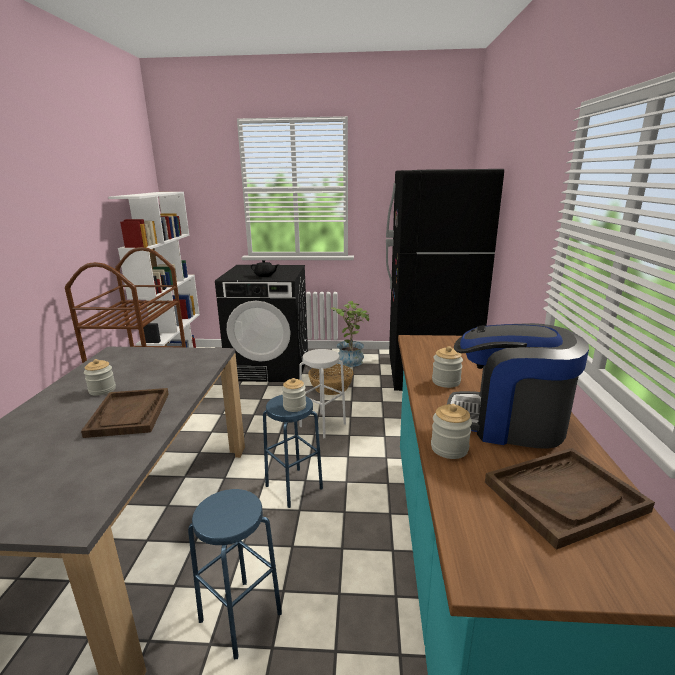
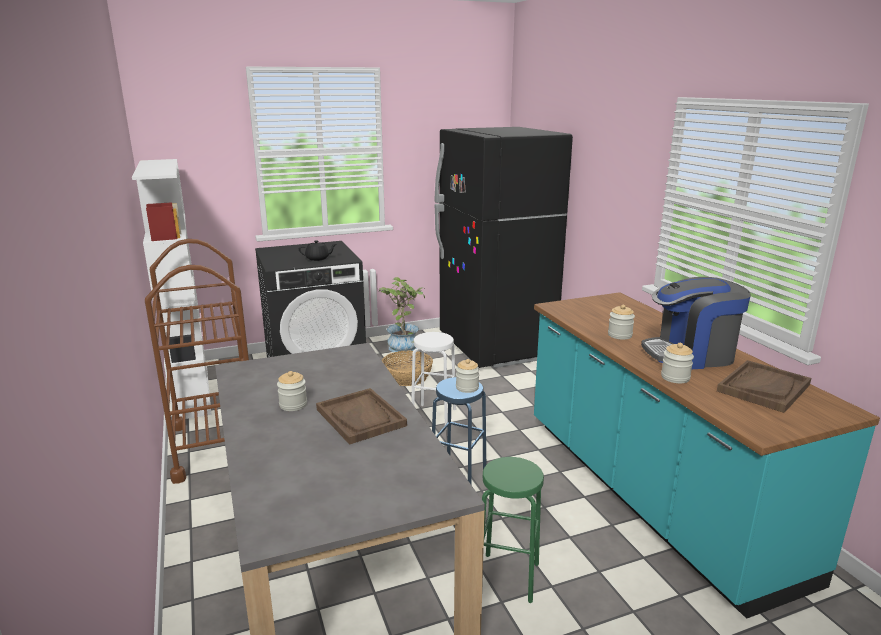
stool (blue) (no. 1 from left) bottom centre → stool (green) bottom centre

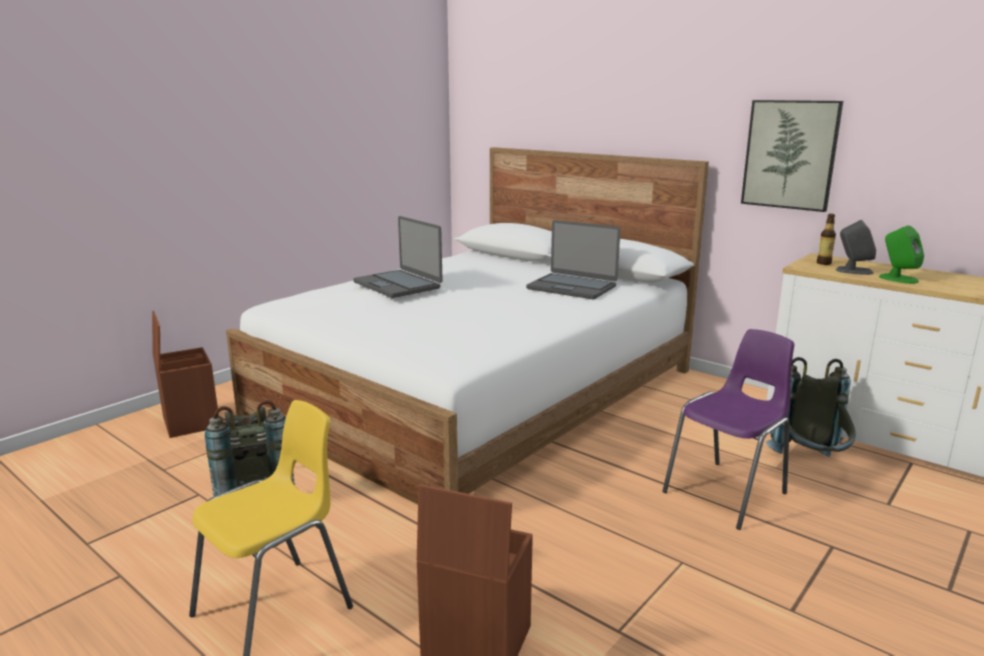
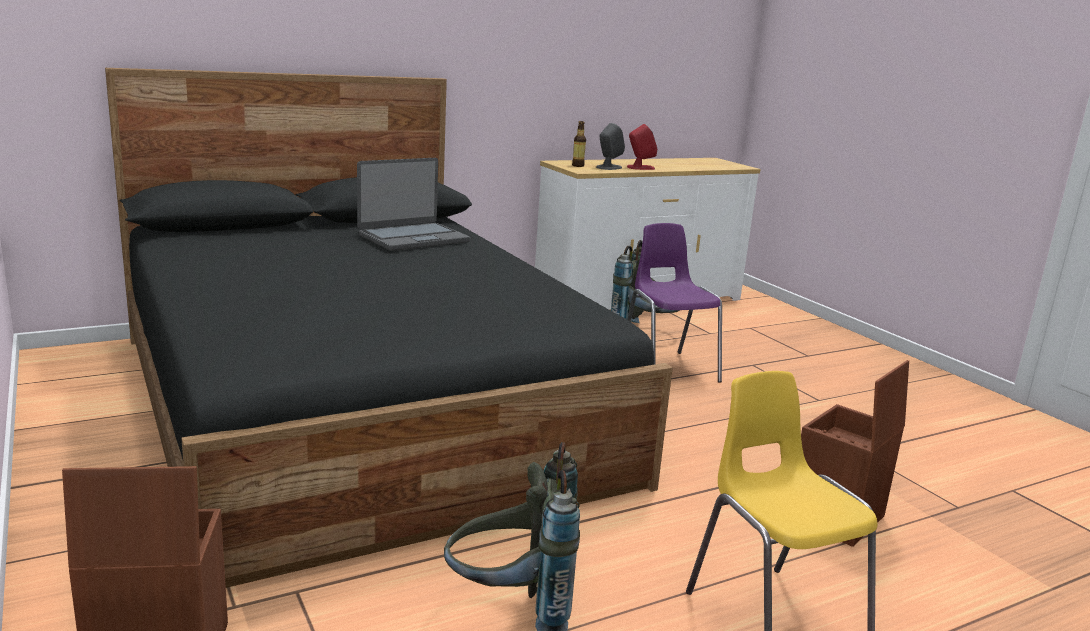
picture top right → -
bed (white) centre → bed (black) centre
laptop (no. 1 from left) centre → -
speaker (green) middle right → speaker (red) top centre

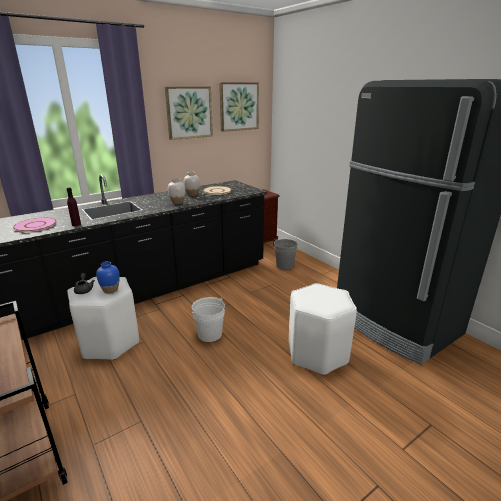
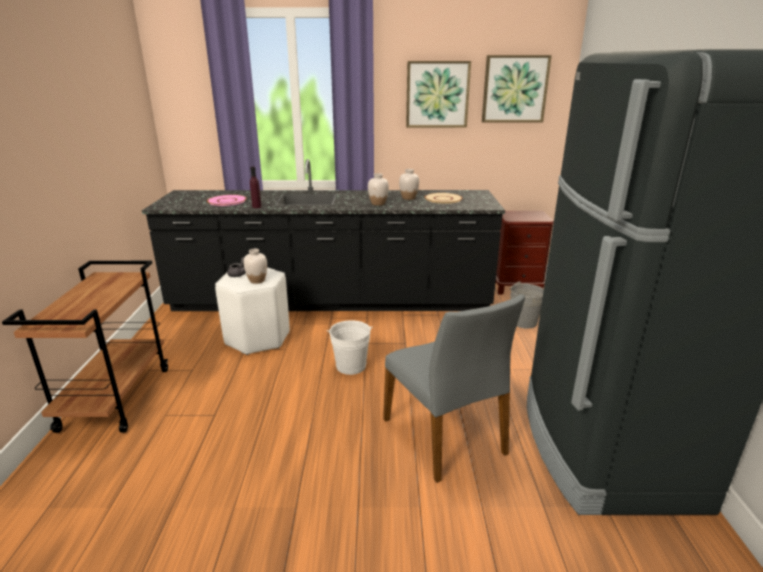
vase (blue) middle left → vase (white) (no. 1 from left) centre
stool (white) (no. 2 from left) centre → chair (grey) bottom centre

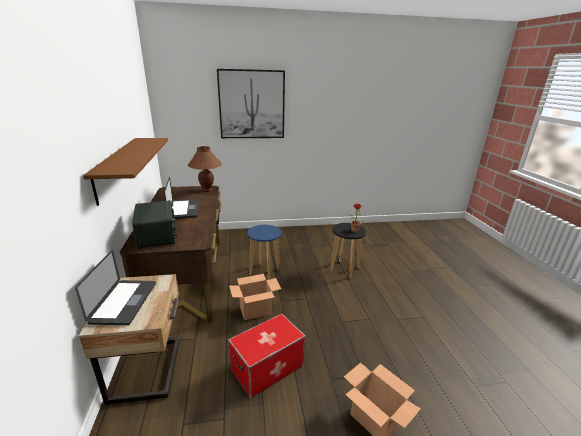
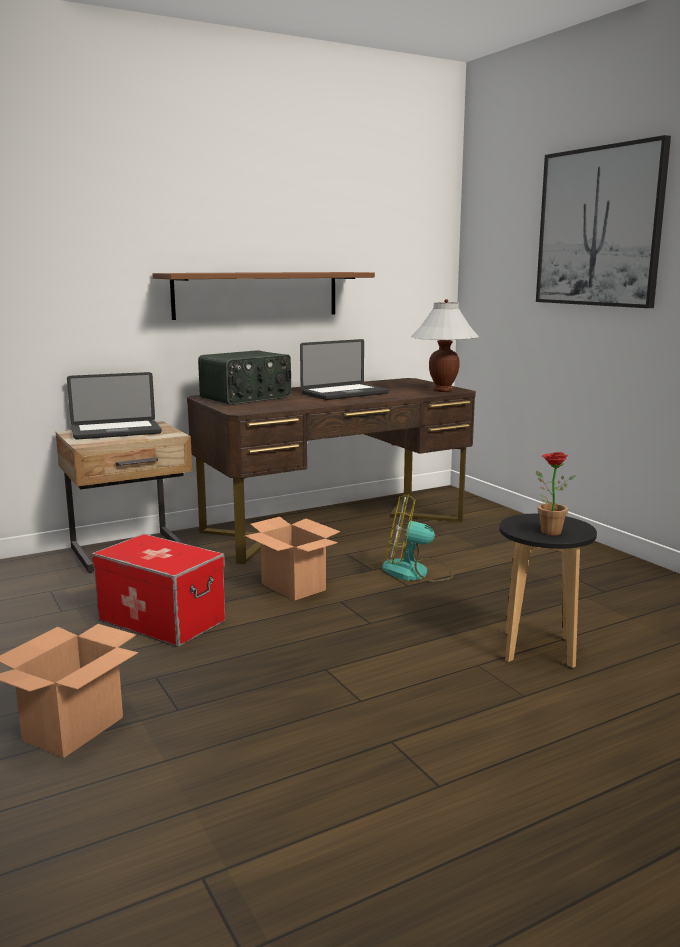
table lamp (brown) centre → table lamp (white) centre
stool (blue) centre → fan centre

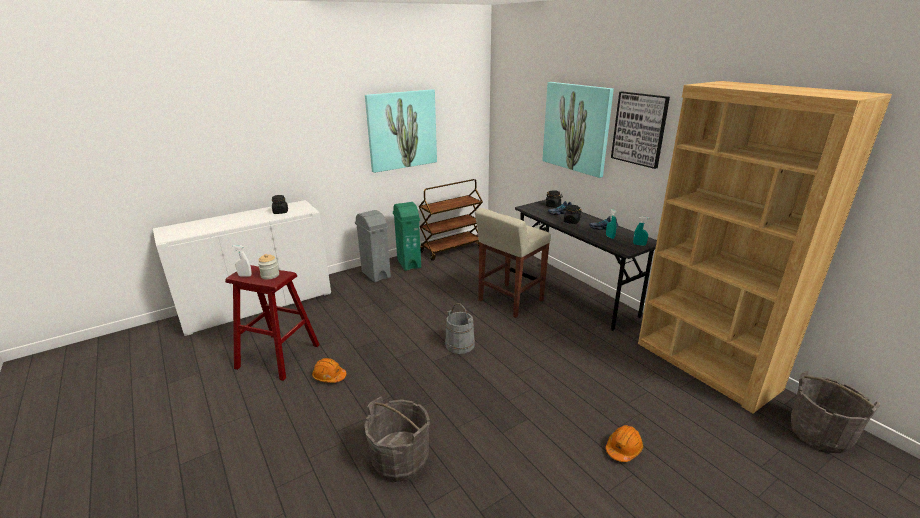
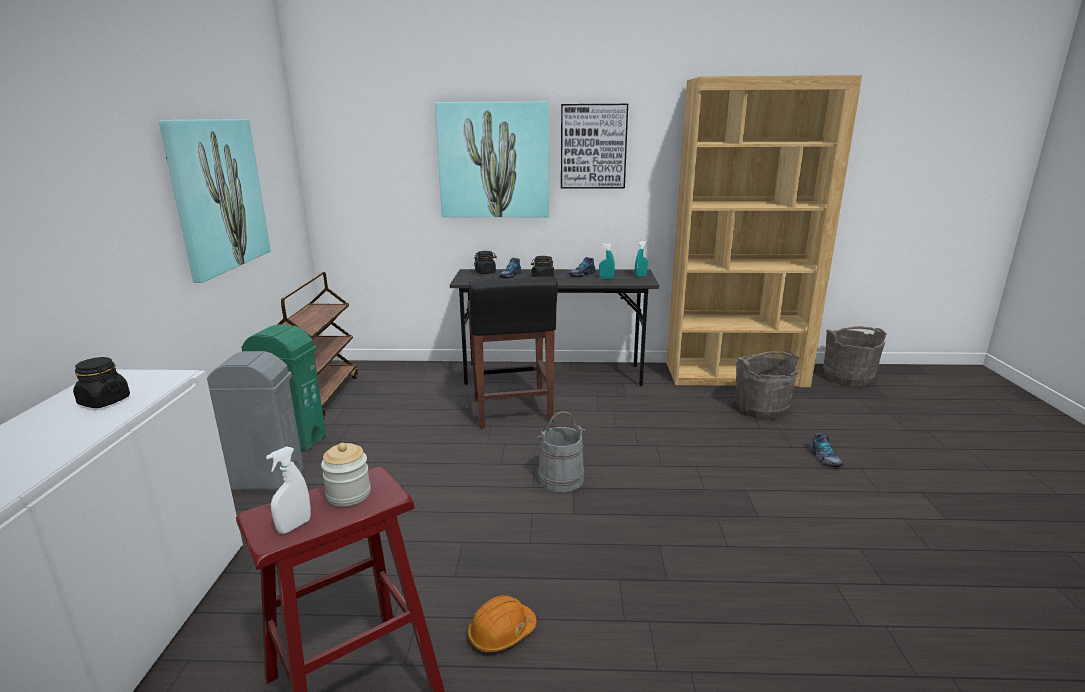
stool (beige) centre → stool (black) centre
bucket (grey) (no. 1 from left in the first image) bottom centre → bucket (grey) (no. 2 from left) middle right, relocated
hard hat (orange) (no. 2 from left) bottom right → shoe (no. 3 from left) middle right

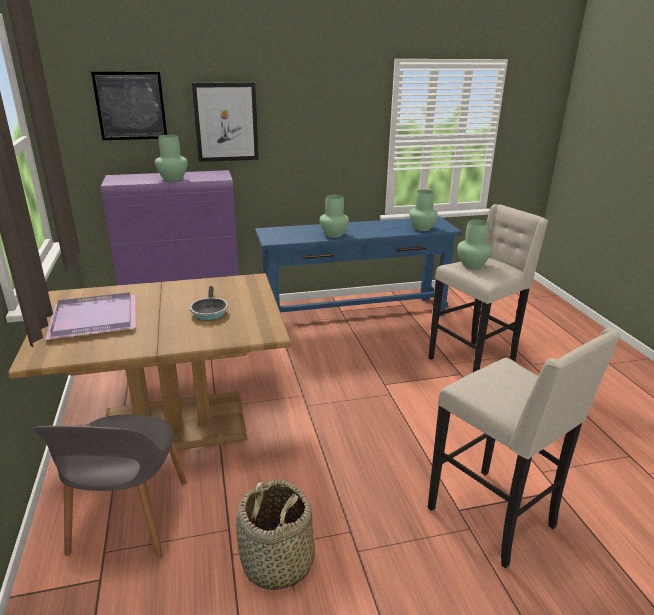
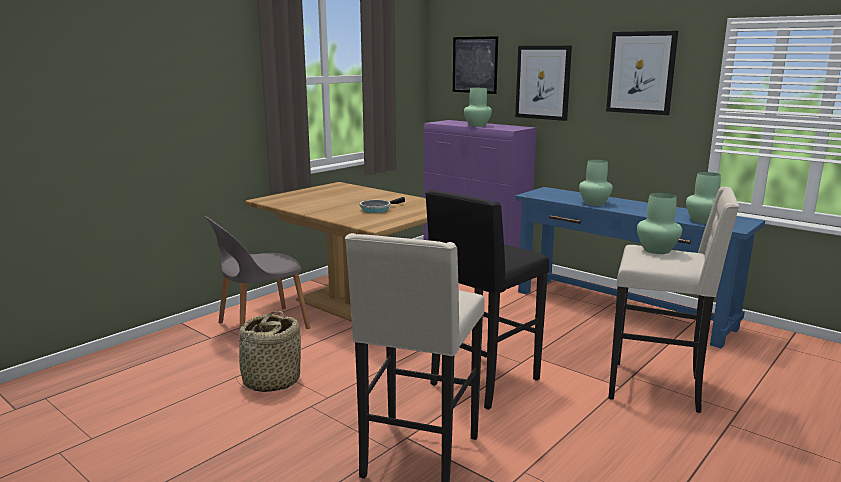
tray (purple) middle left → -
- → picture (no. 3 from left) top right
- → stool (black) centre

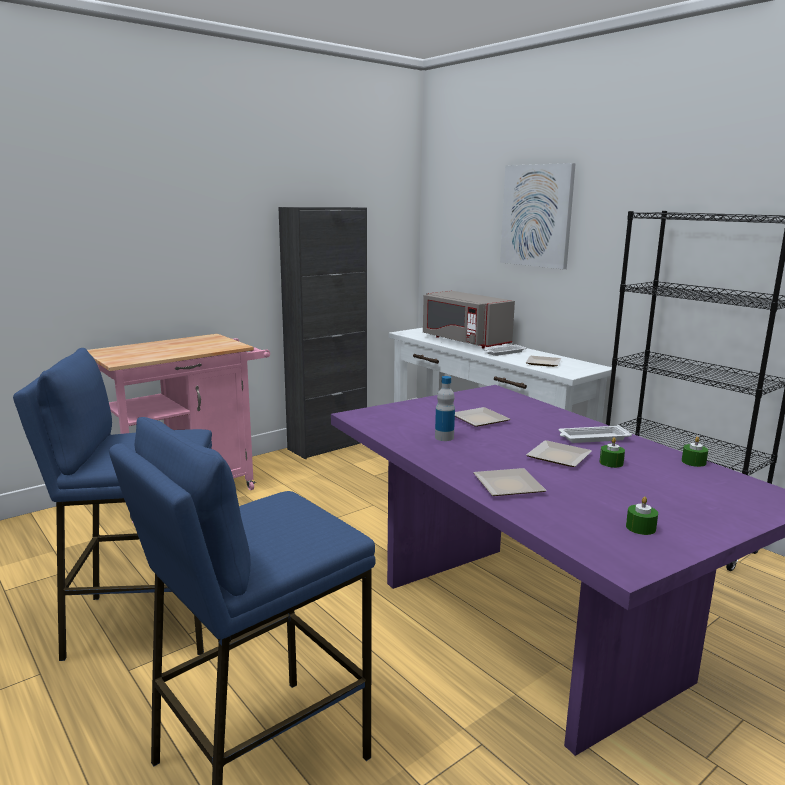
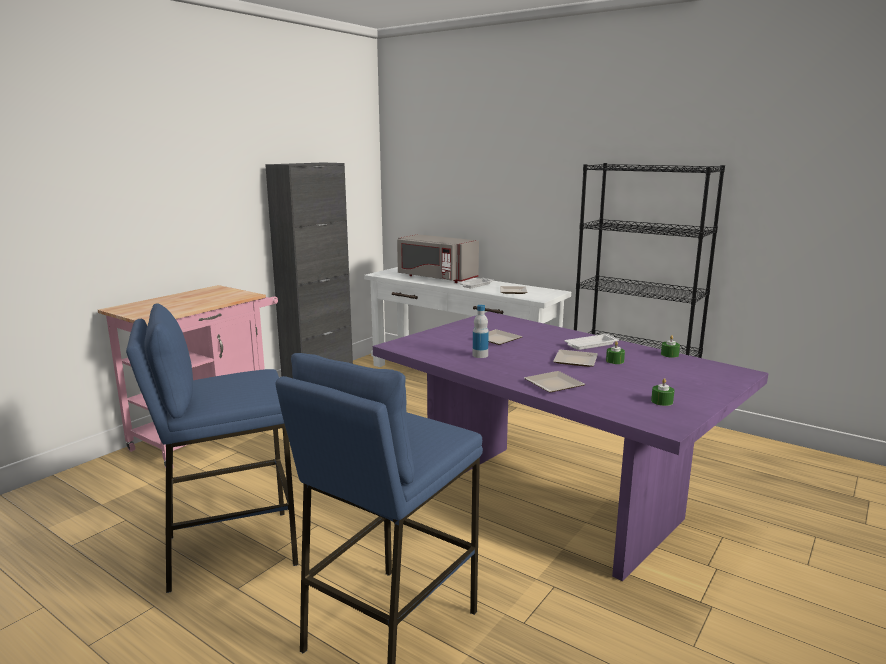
picture top right → -

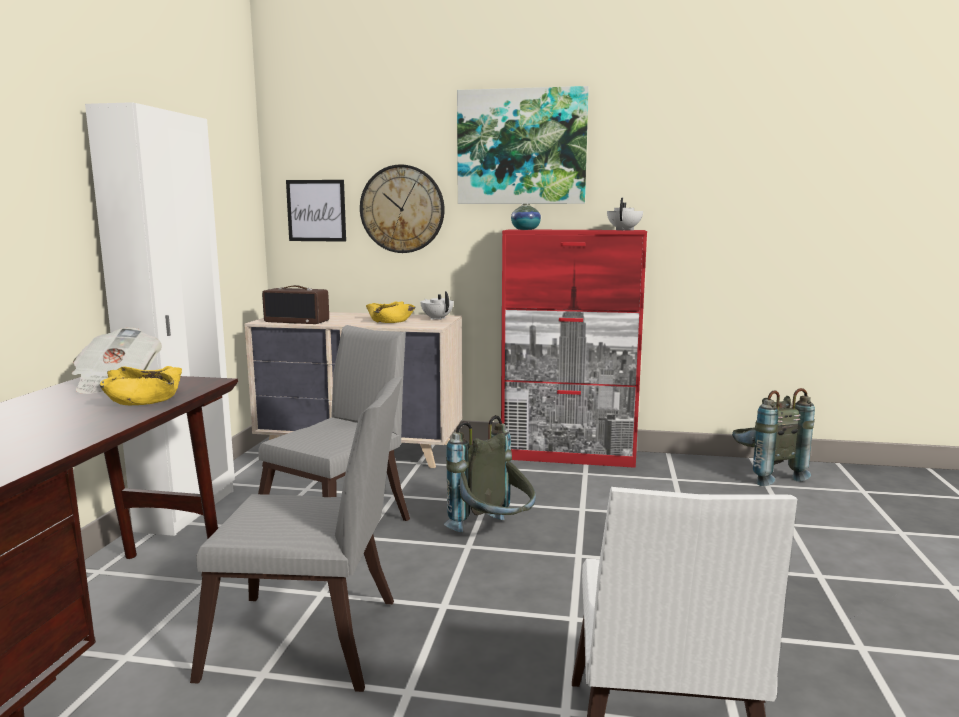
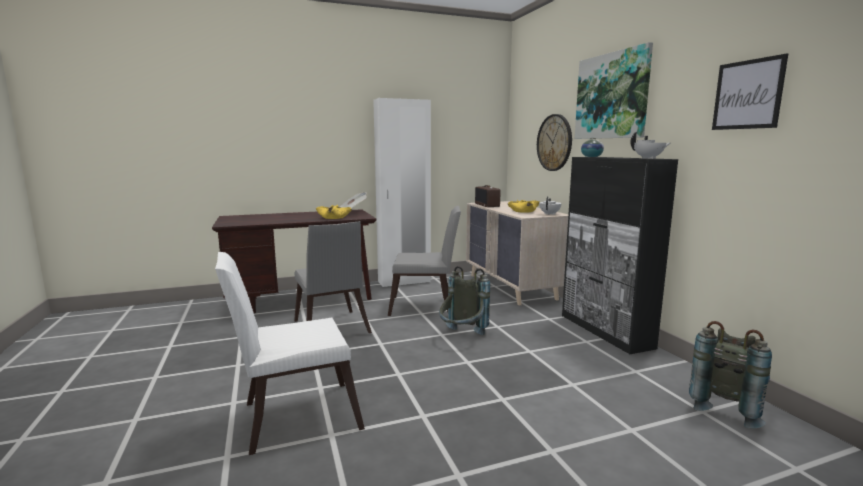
picture (no. 1 from left in the first image) top left → picture (no. 2 from left) top right, relocated
cabinet (red) centre → cabinet (black) middle right

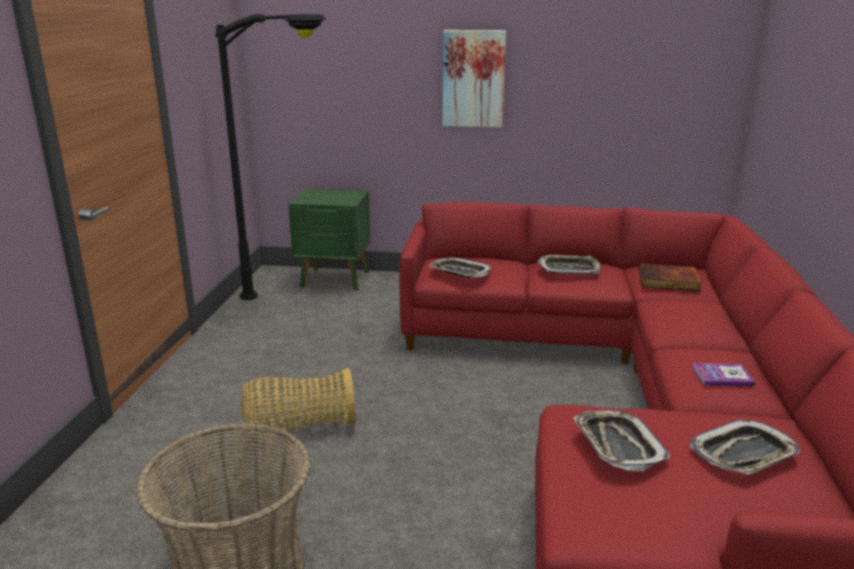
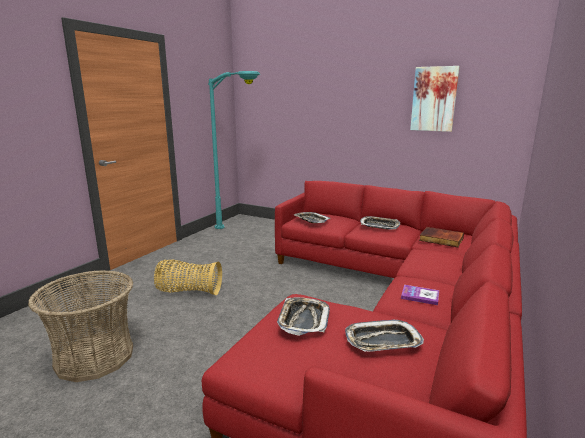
floor lamp (black) top left → floor lamp (turquoise) centre
picture top centre → picture top right, relocated
nightstand (green) centre → -

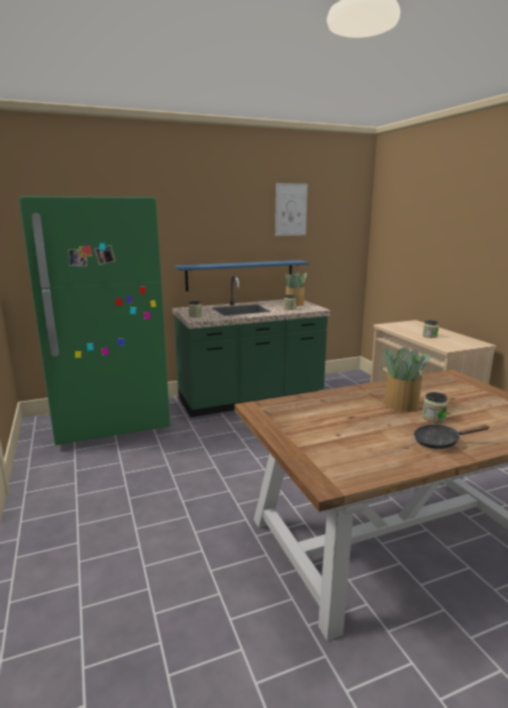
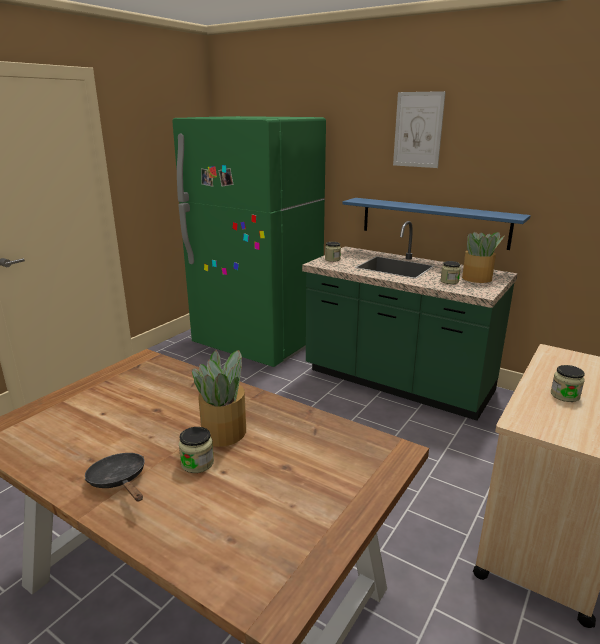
picture top centre → picture top right, relocated

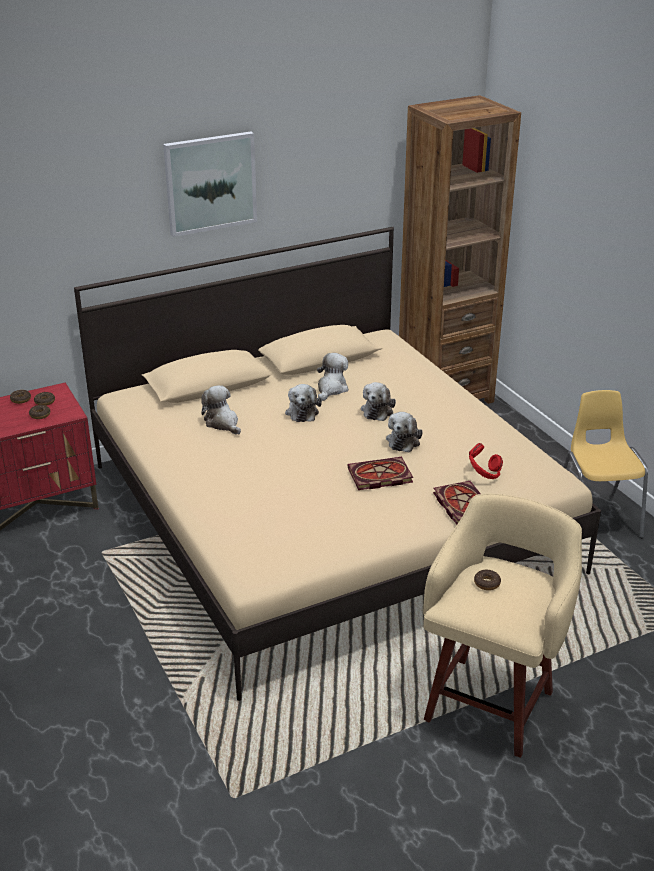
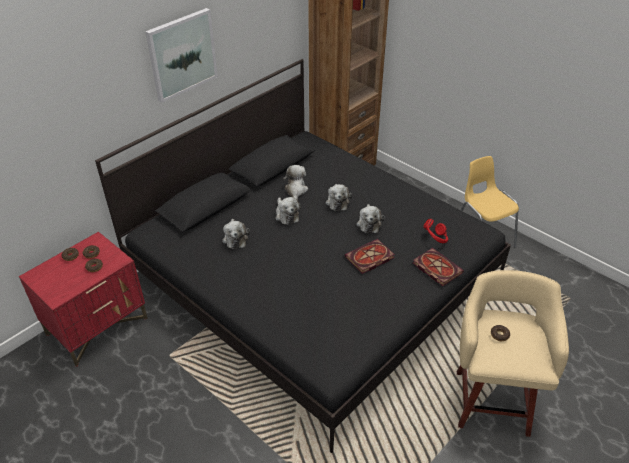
bed (beige) centre → bed (black) centre
plush toy (no. 1 from left) centre, 135 degrees counterclockwise

